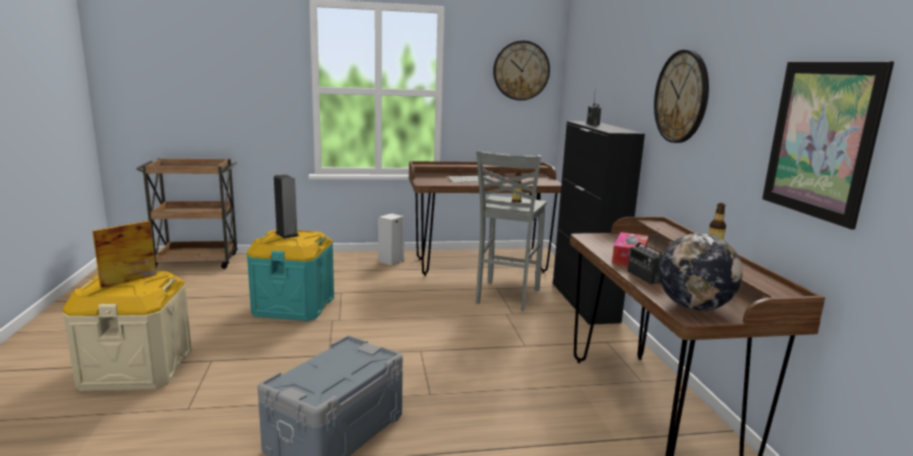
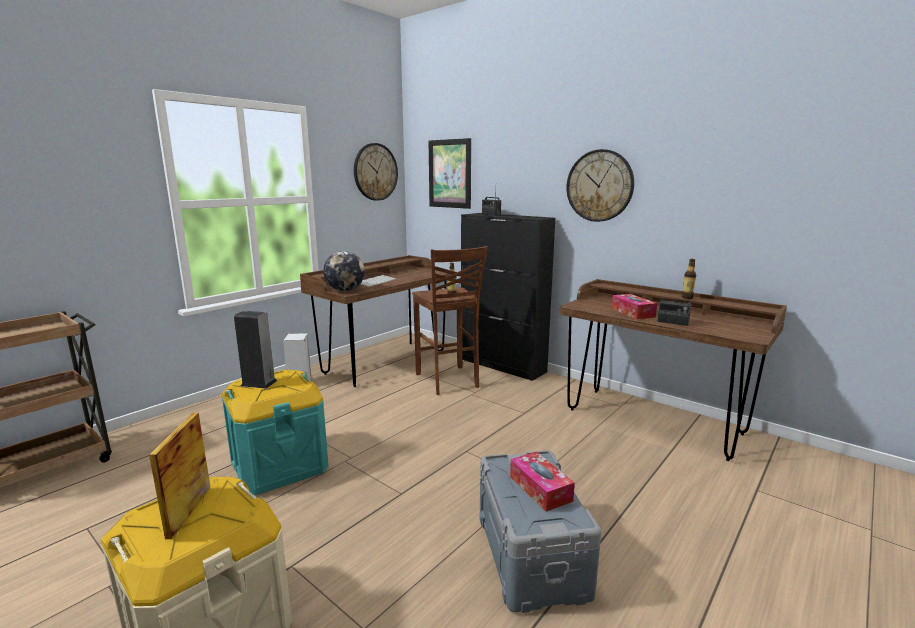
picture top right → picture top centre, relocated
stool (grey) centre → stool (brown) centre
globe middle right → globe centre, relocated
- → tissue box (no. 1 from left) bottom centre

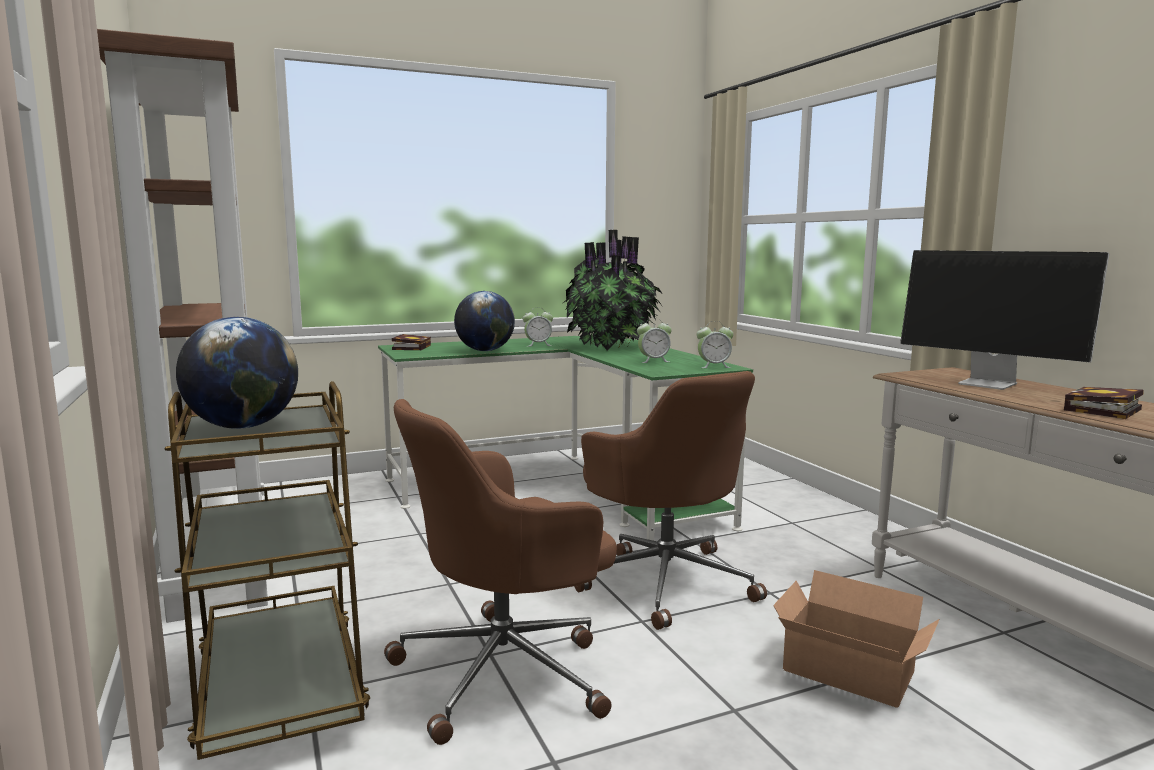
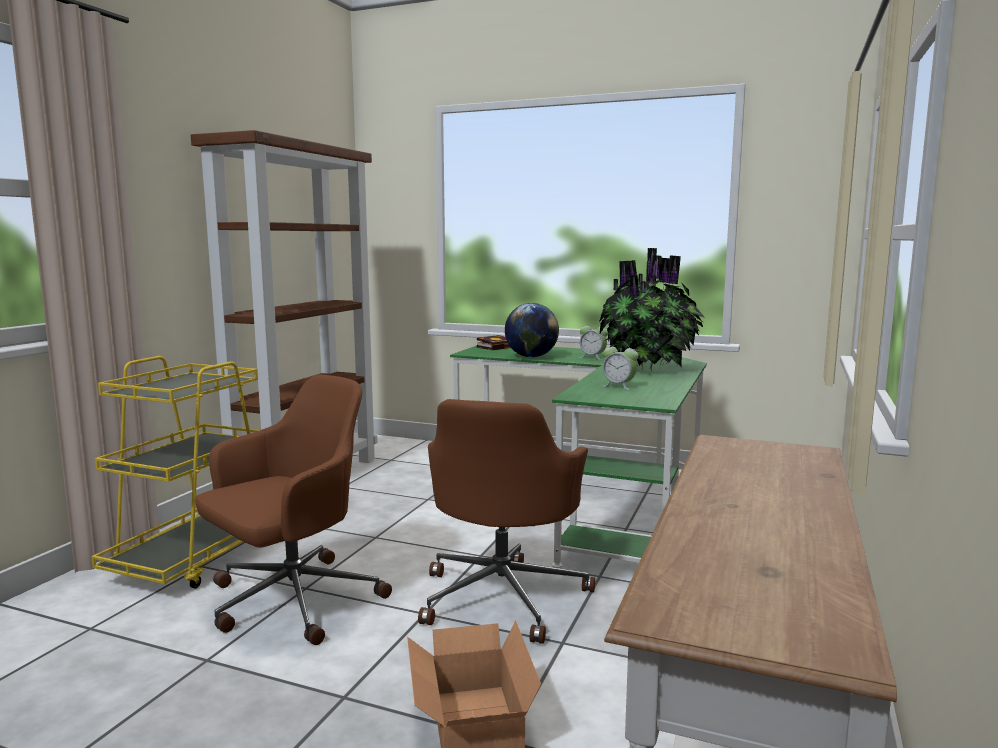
monitor middle right → -
globe (no. 1 from left) middle left → -
alarm clock (no. 3 from left) centre → -
cart (brown) bottom left → cart (yellow) middle left
book (no. 2 from left) middle right → -
office chair (brown) (no. 1 from left) bottom centre → office chair (brown) (no. 1 from left) bottom left, 120 degrees clockwise

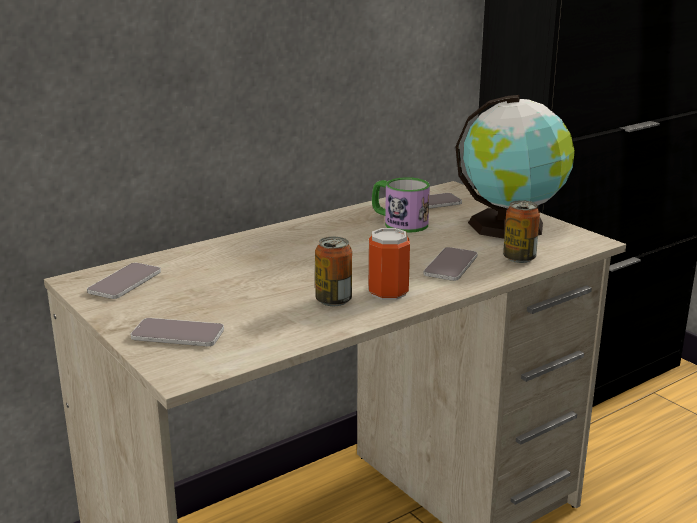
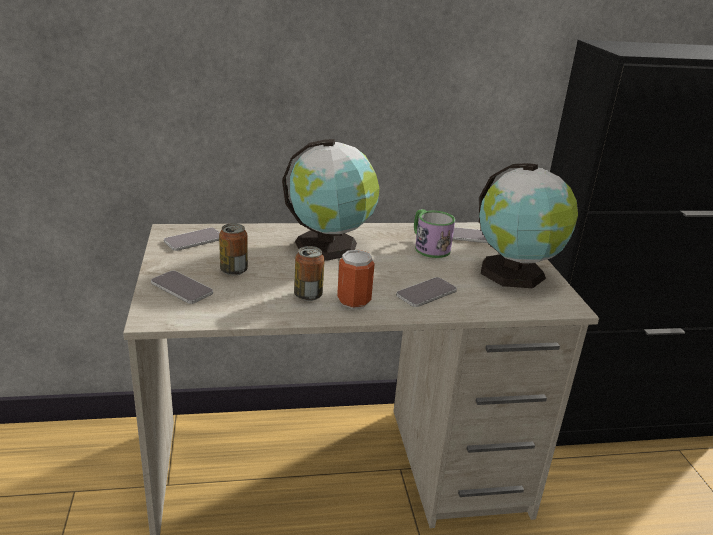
can (no. 3 from left in the first image) middle right → can (no. 1 from left) middle left, relocated
- → globe (no. 1 from left) centre

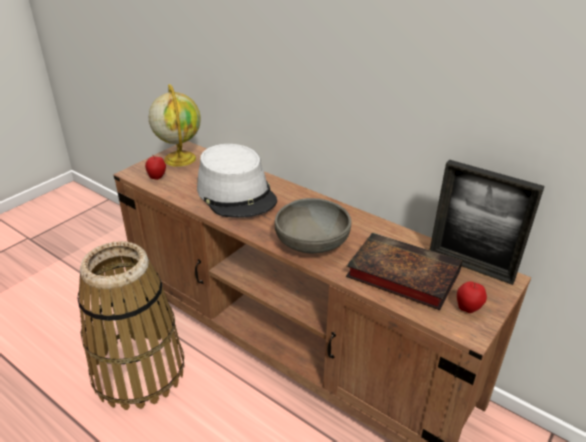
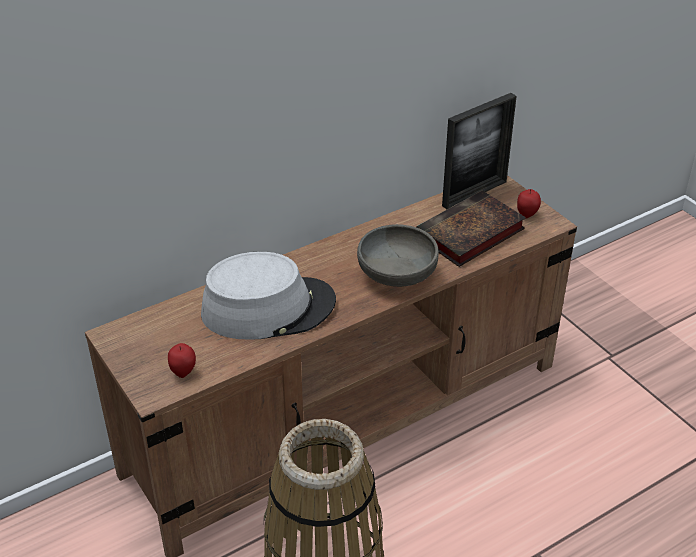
globe top left → -

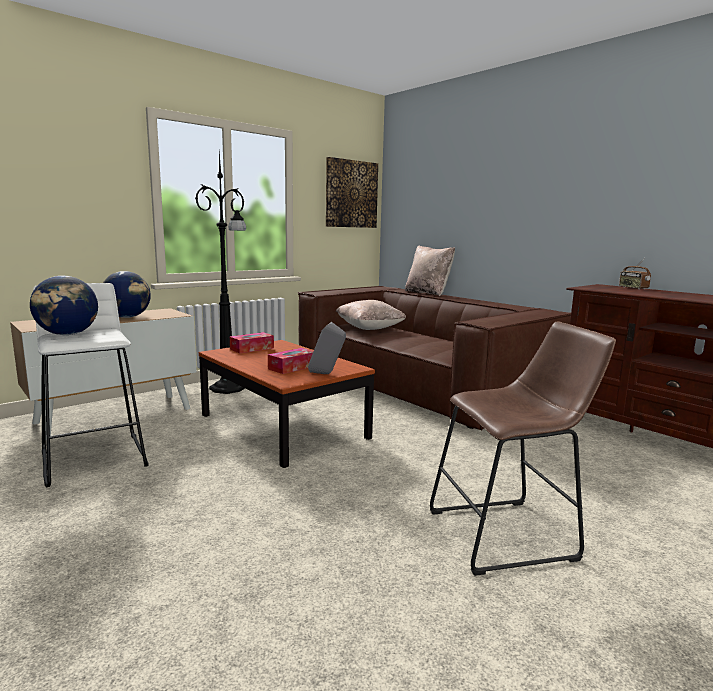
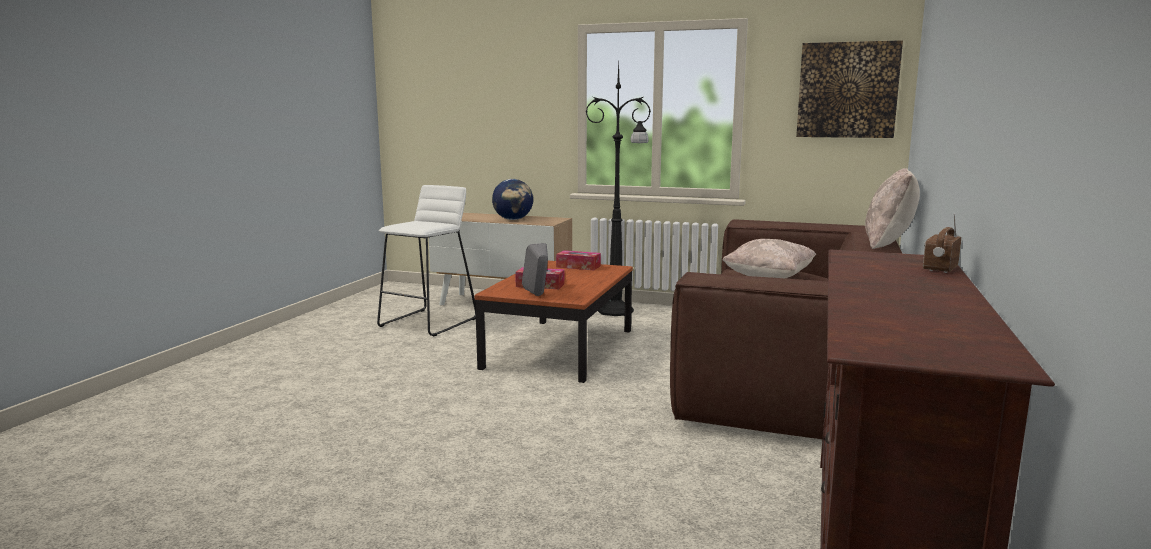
globe (no. 1 from left) middle left → -
stool (brown) middle right → -

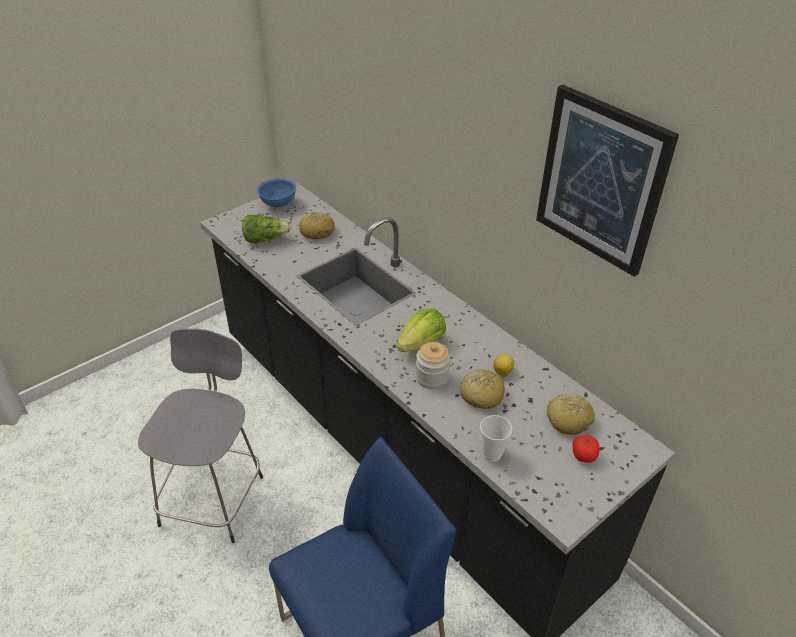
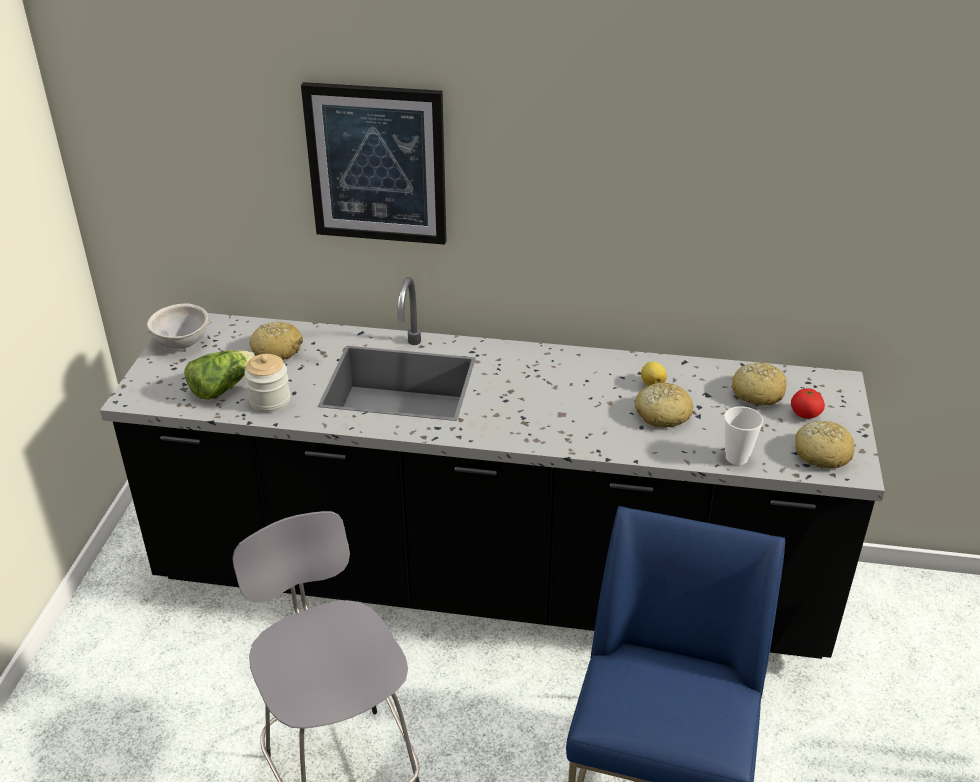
picture top right → picture top centre, relocated
bowl (blue) top centre → bowl (grey) middle left
lettuce (no. 2 from left) centre → -
jar centre → jar middle left, relocated
- → bread (no. 4 from left) middle right

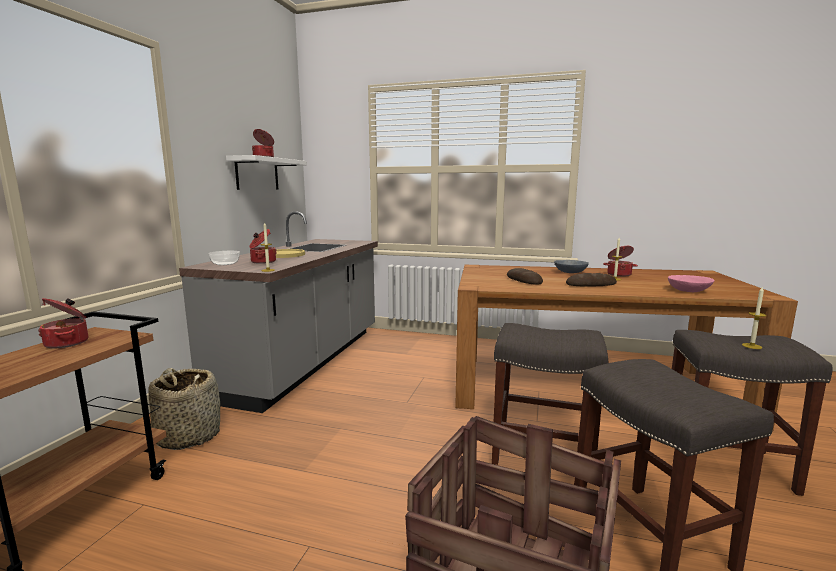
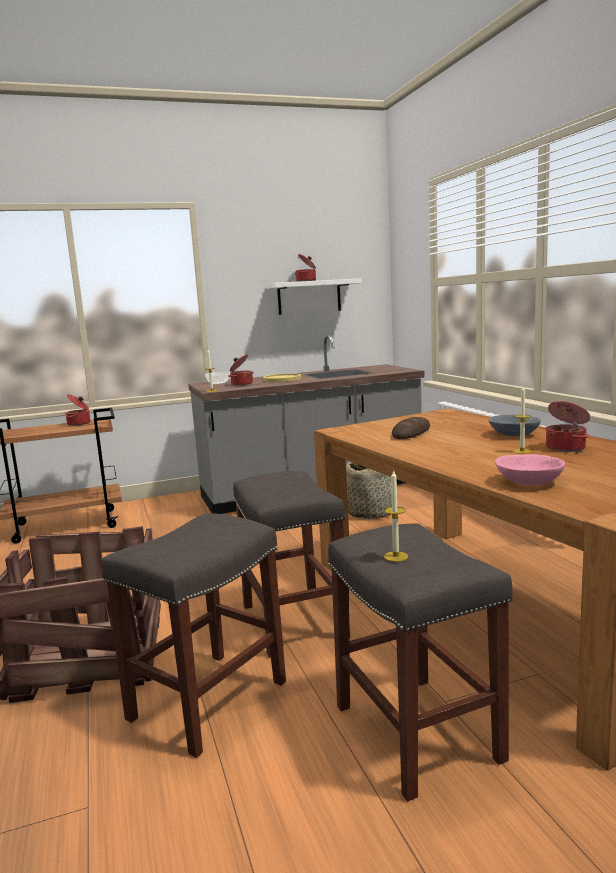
bread (no. 2 from left) middle right → -
basket bottom left → basket centre, relocated

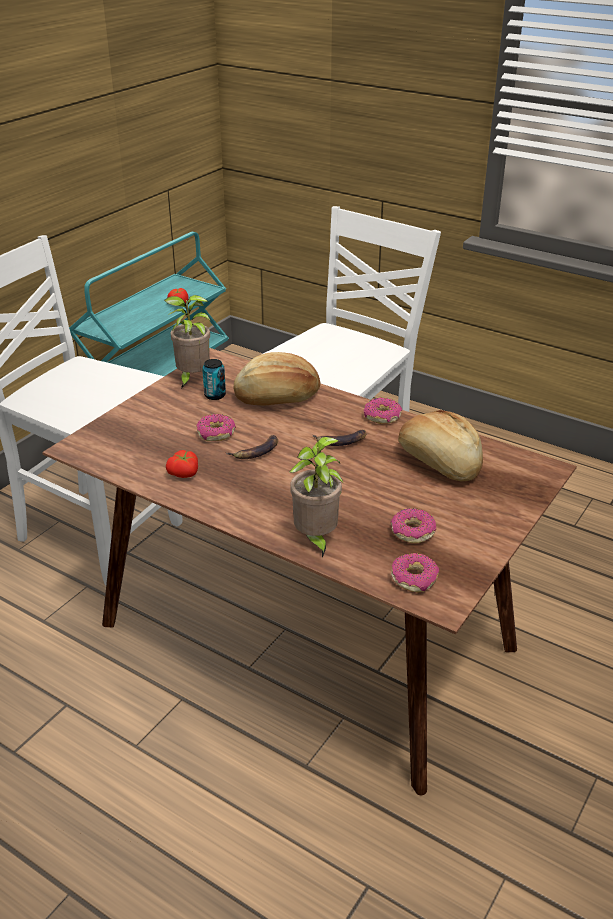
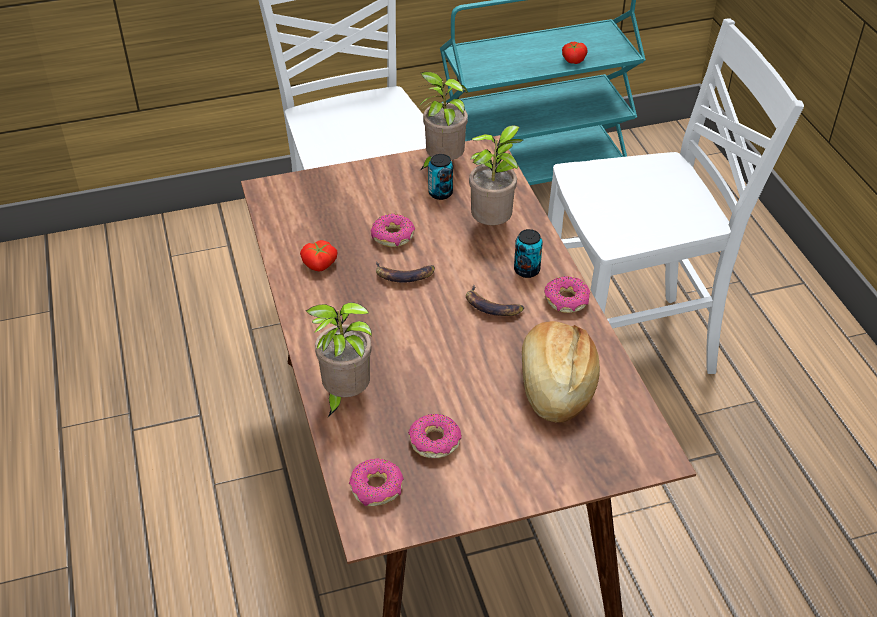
bread (no. 1 from left) centre → potted plant (no. 3 from left) top centre
- → can (no. 2 from left) centre

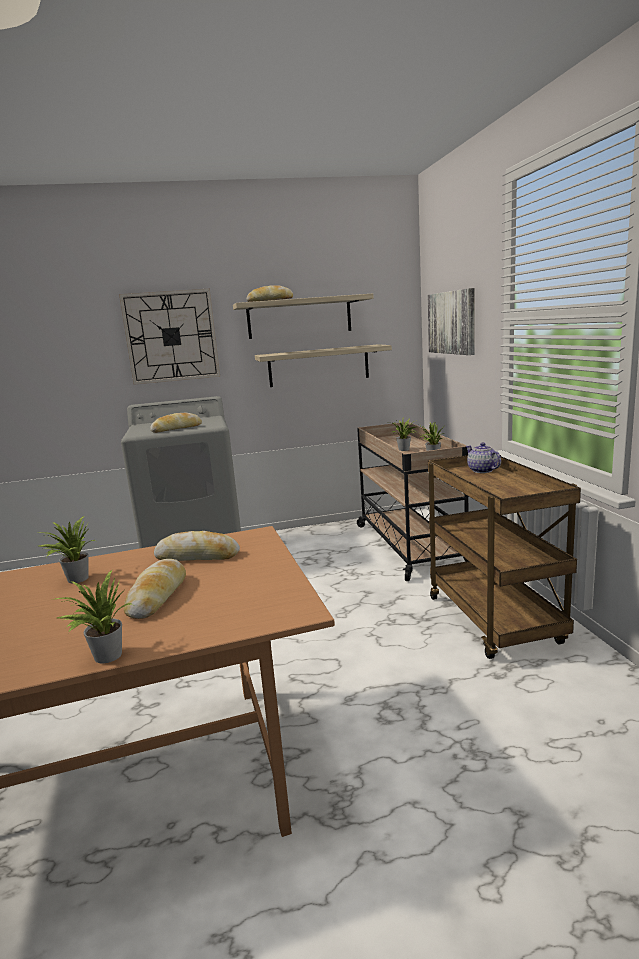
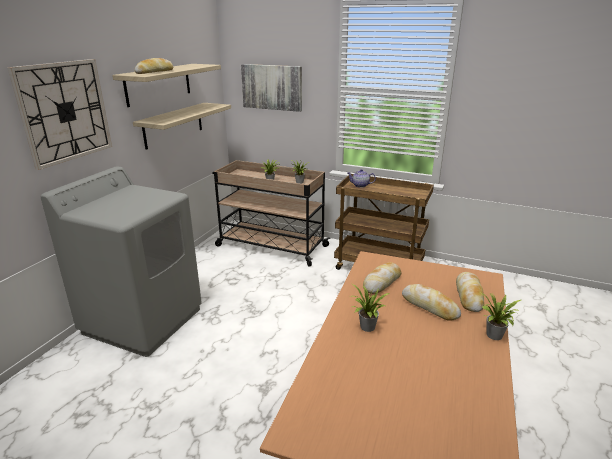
bread (no. 2 from left in the first image) middle left → bread (no. 4 from left) middle right, relocated

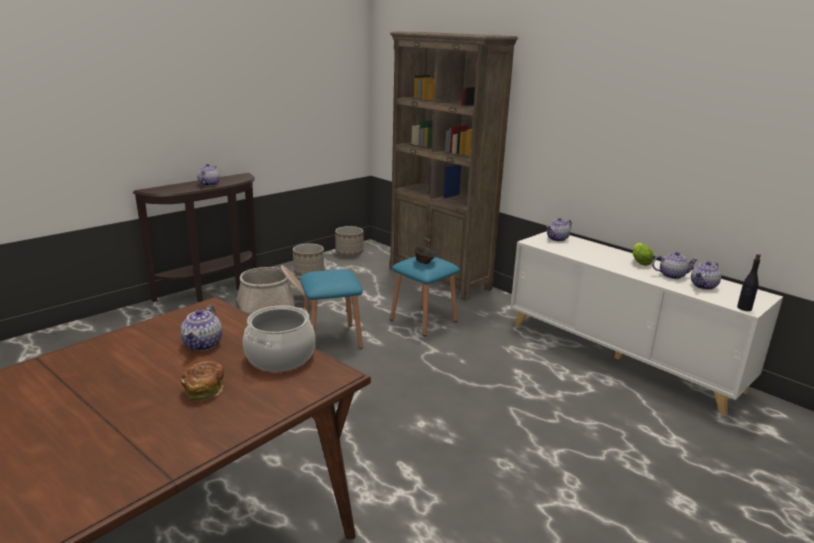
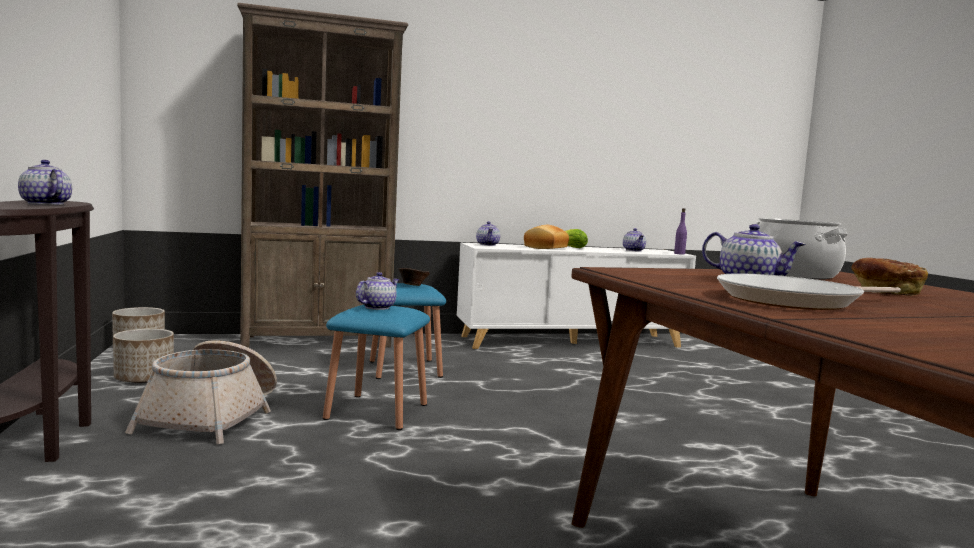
teapot (no. 4 from left in the first image) middle right → teapot (no. 2 from left) centre, relocated
bottle (black) middle right → bottle (purple) middle right
- → bread (no. 1 from left) centre
- → frying pan middle right

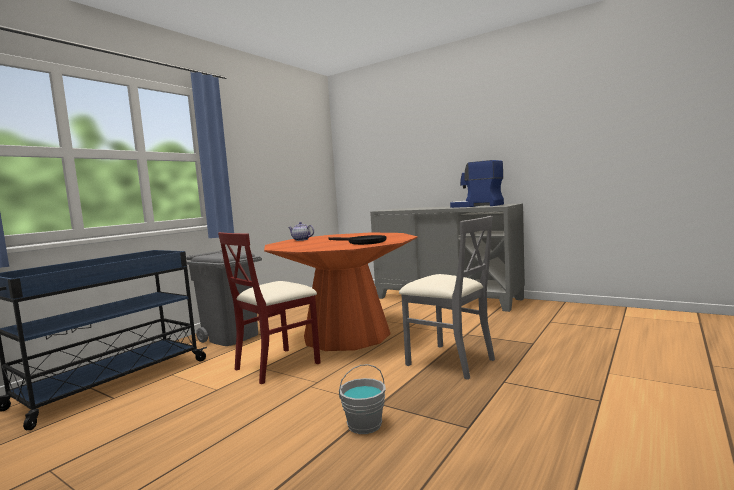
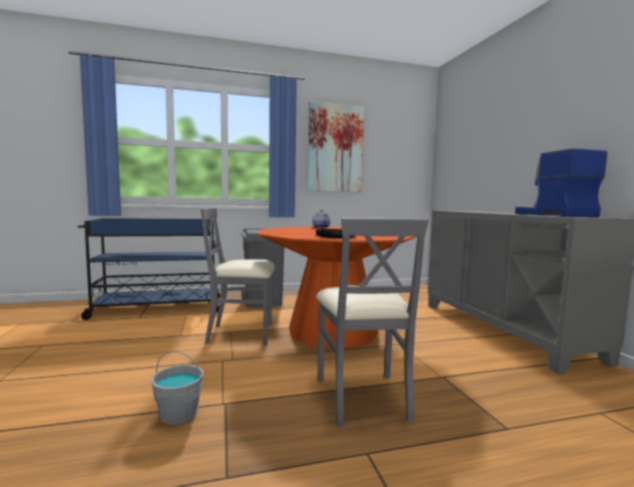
chair (red) centre → chair (grey) (no. 1 from left) centre
- → picture top centre

